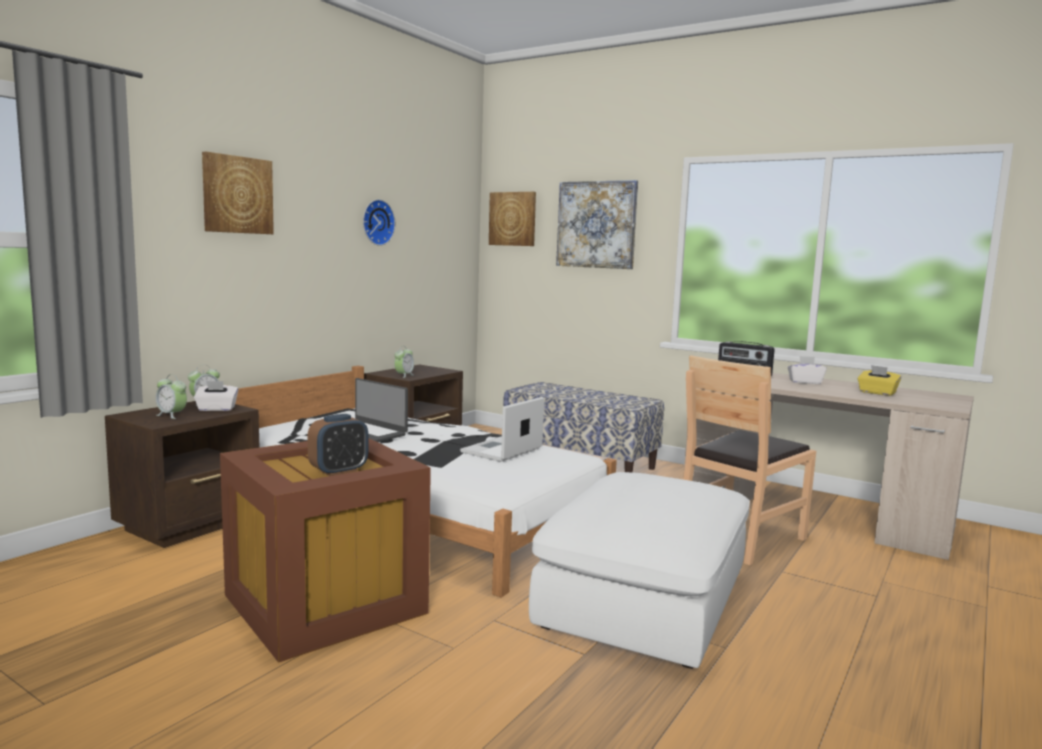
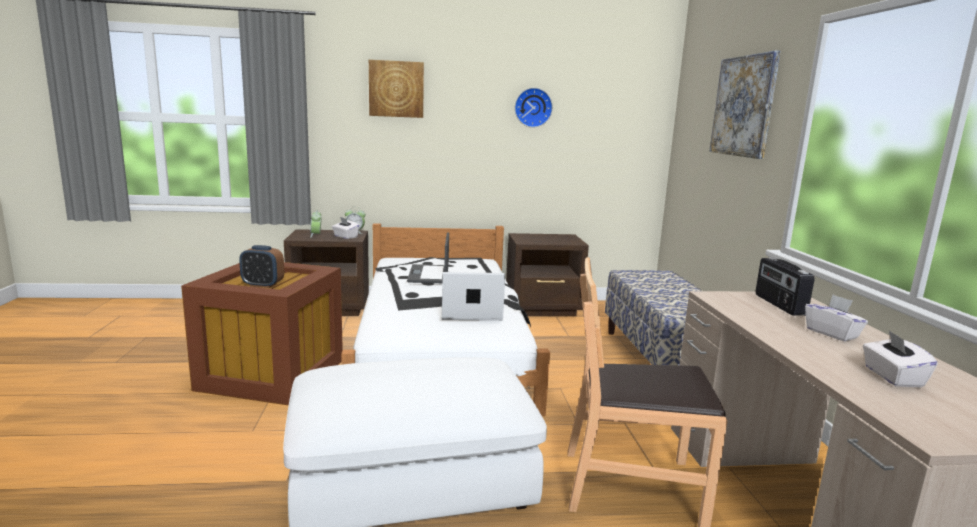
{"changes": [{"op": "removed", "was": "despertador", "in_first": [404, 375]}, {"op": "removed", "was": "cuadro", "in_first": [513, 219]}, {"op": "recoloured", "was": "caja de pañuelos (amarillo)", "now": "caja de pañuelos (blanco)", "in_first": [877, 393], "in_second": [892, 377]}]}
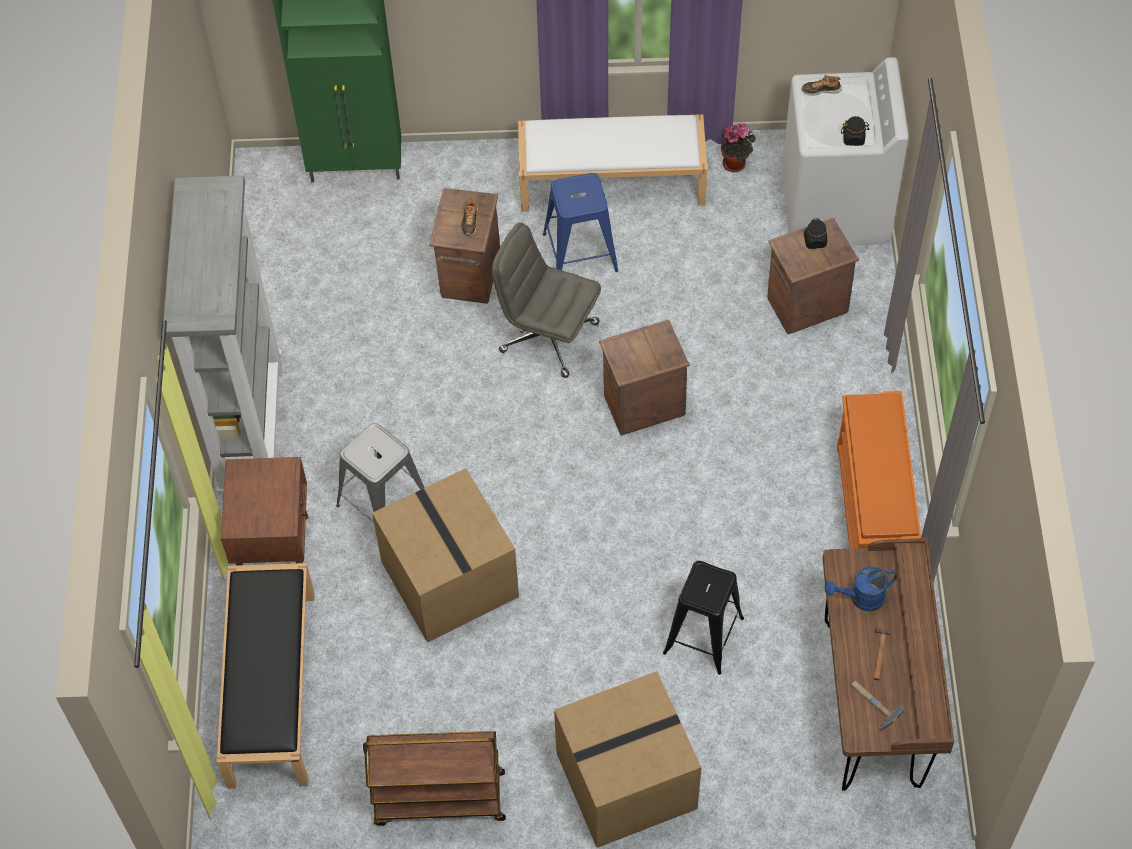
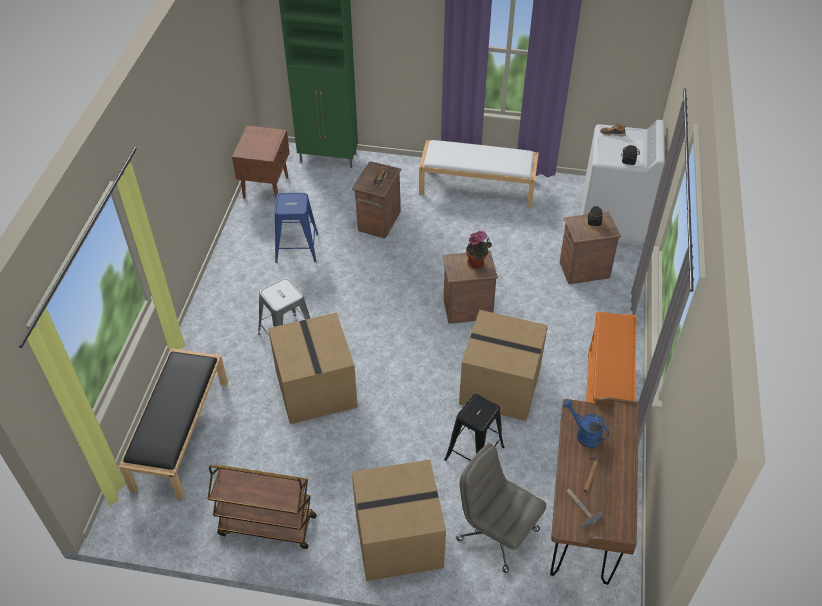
{"changes": [{"op": "removed", "was": "estantería (gris)", "in_first": [251, 431]}, {"op": "added", "now": "caja de cartón", "in_second": [499, 386]}, {"op": "moved", "was": "mesita de noche (marrón)", "in_first": [275, 546], "in_second": [266, 187]}, {"op": "moved", "was": "silla de oficina (gris)", "in_first": [547, 336], "in_second": [496, 534]}, {"op": "moved", "was": "taburete (azul)", "in_first": [580, 252], "in_second": [296, 248]}, {"op": "moved", "was": "planta en maceta", "in_first": [736, 163], "in_second": [477, 263]}, {"op": "turned", "was": "regadera (azul)", "in_first": [861, 598], "in_second": [584, 434], "clockwise": 45}]}
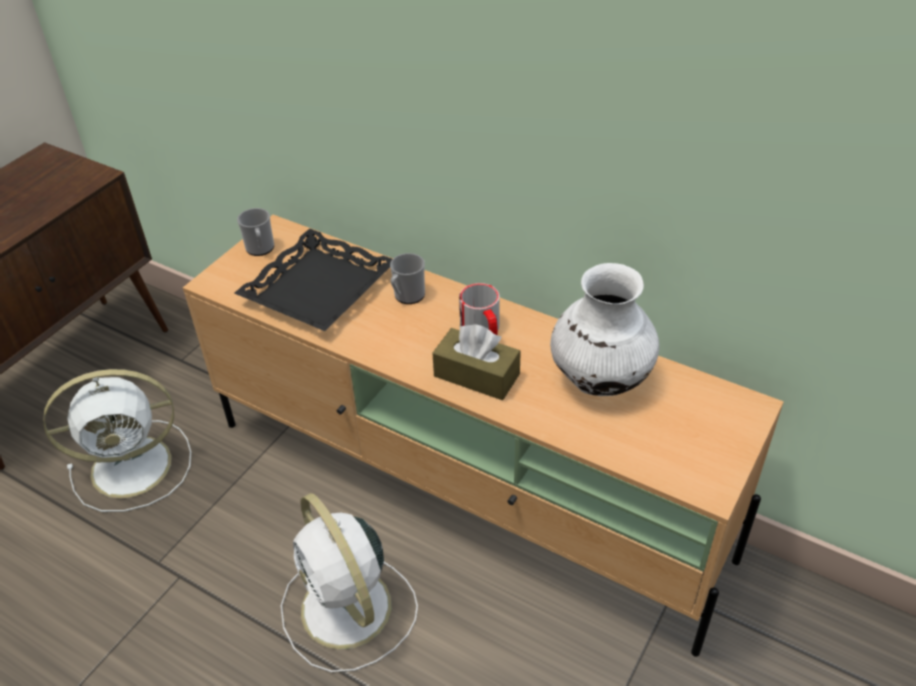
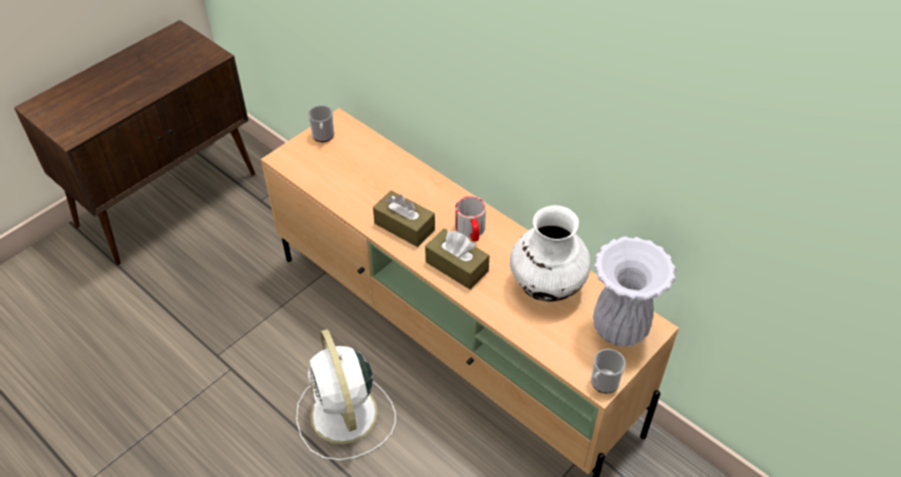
{"changes": [{"op": "removed", "was": "ventilador (blanco)", "in_first": [135, 465]}, {"op": "removed", "was": "bandeja (negro)", "in_first": [318, 288]}, {"op": "added", "now": "caja de pañuelos (marrón)", "in_second": [404, 226]}, {"op": "added", "now": "florero (blanco)", "in_second": [618, 328]}, {"op": "moved", "was": "taza grande", "in_first": [407, 296], "in_second": [602, 383]}]}
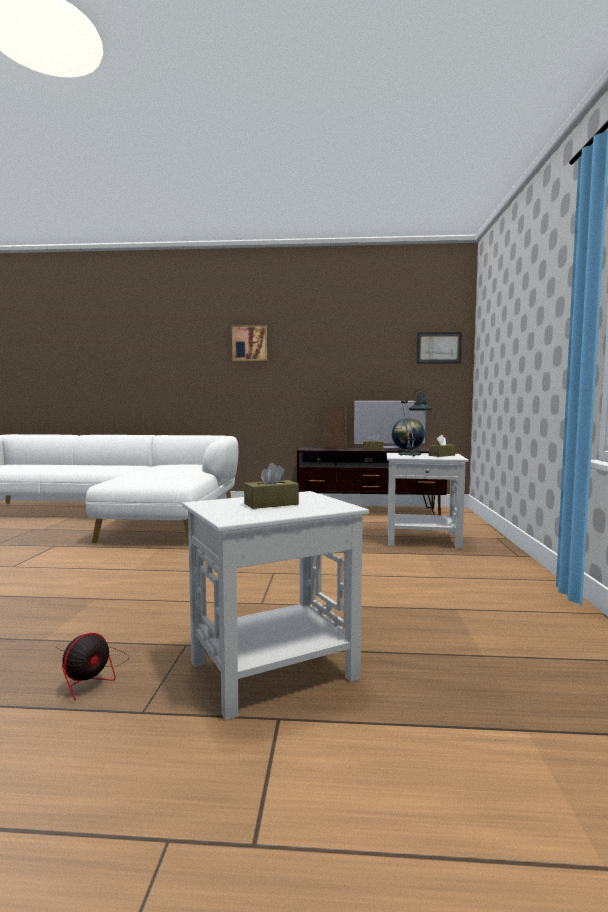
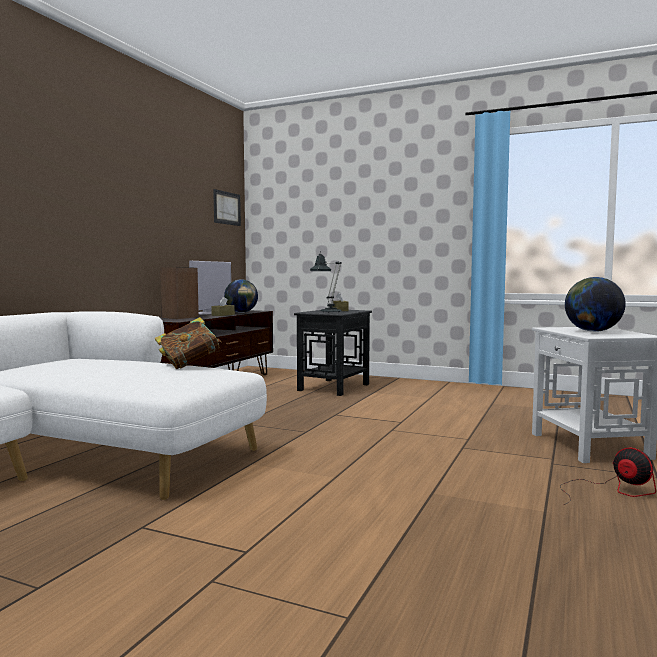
{"changes": [{"op": "removed", "was": "cuadro", "in_first": [249, 343]}, {"op": "added", "now": "libro", "in_second": [189, 365]}, {"op": "replaced", "was": "caja de pañuelos (marrón)", "now": "globo terráqueo", "in_first": [271, 504], "in_second": [592, 331]}, {"op": "recoloured", "was": "mesa auxiliar (blanco)", "now": "mesa auxiliar (negro)", "in_first": [423, 539], "in_second": [334, 387]}]}
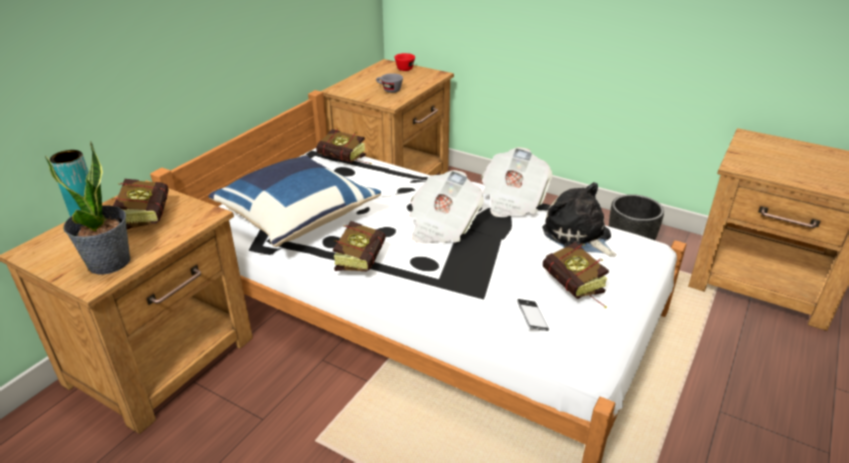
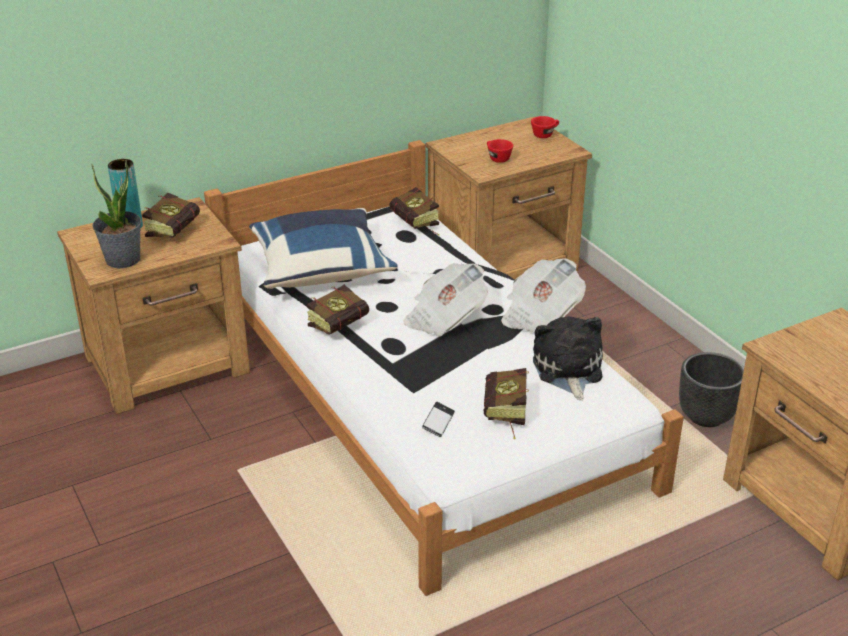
{"changes": [{"op": "recoloured", "was": "taza (gris)", "now": "taza (rojo)", "in_first": [389, 90], "in_second": [497, 158]}]}
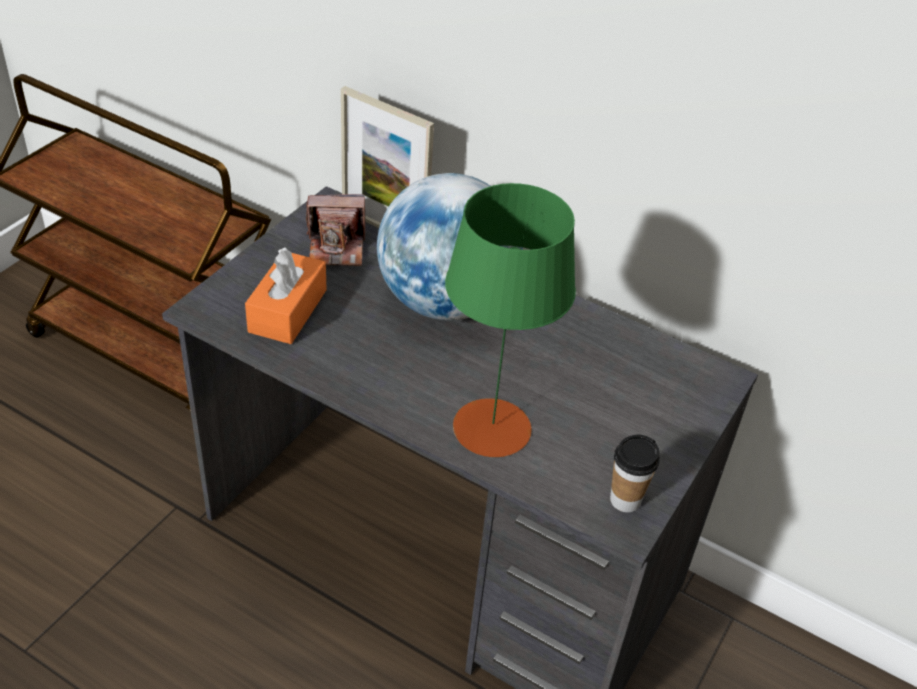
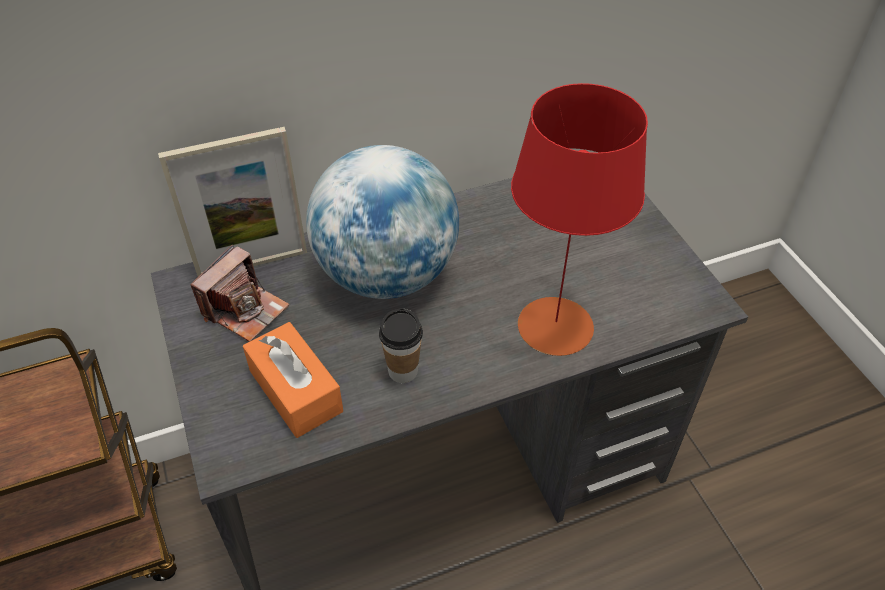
{"changes": [{"op": "moved", "was": "taza", "in_first": [625, 500], "in_second": [403, 371]}, {"op": "recoloured", "was": "lámpara de mesa (verde)", "now": "lámpara de mesa (rojo)", "in_first": [492, 427], "in_second": [555, 325]}]}
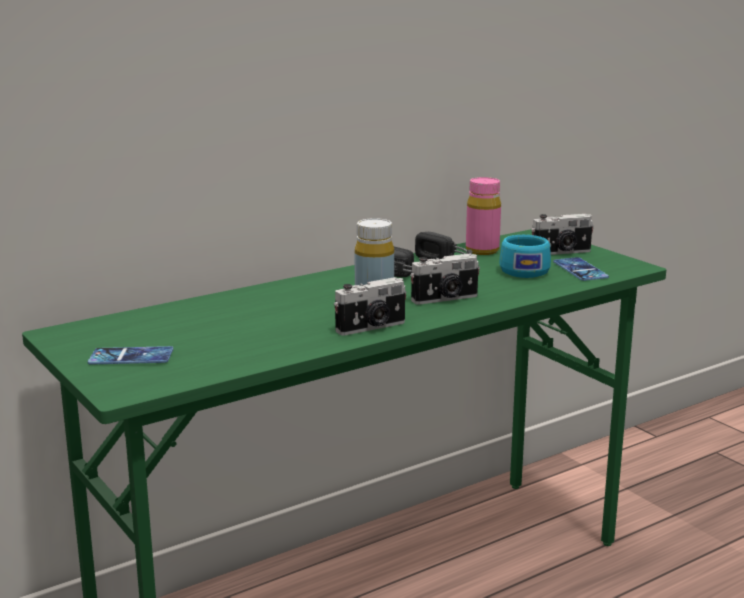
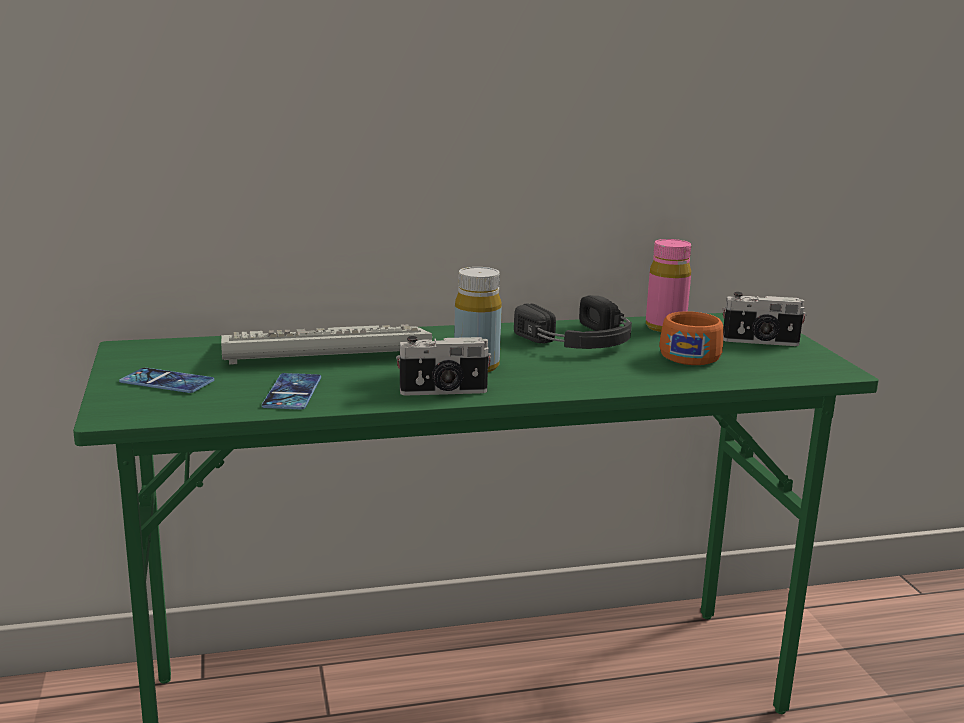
{"changes": [{"op": "removed", "was": "cámara", "in_first": [445, 299]}, {"op": "added", "now": "teclado", "in_second": [320, 351]}, {"op": "moved", "was": "móvil", "in_first": [580, 270], "in_second": [292, 392]}, {"op": "recoloured", "was": "taza (turquesa)", "now": "taza (naranja)", "in_first": [523, 270], "in_second": [691, 355]}]}
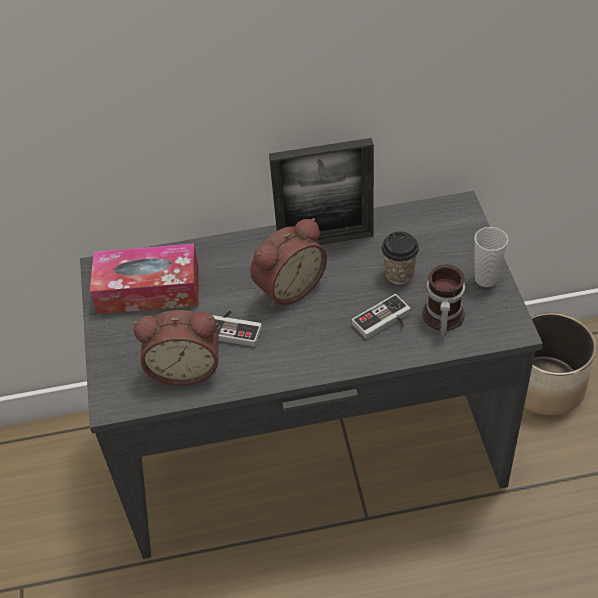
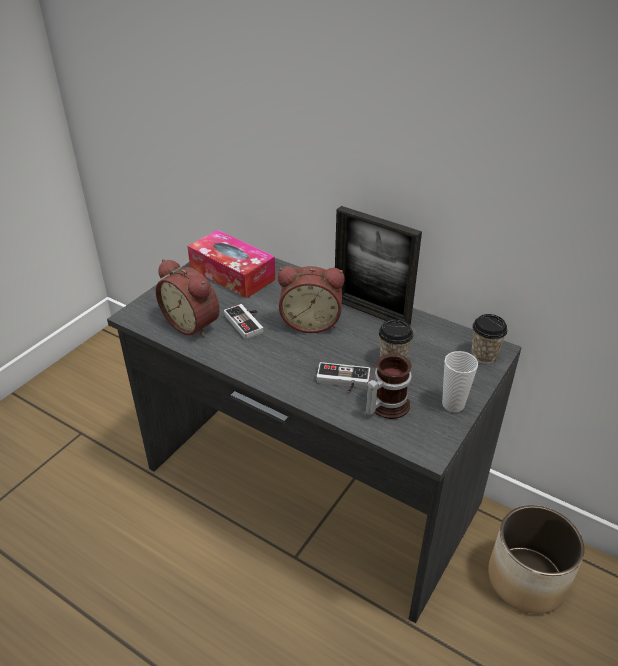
{"changes": [{"op": "added", "now": "taza", "in_second": [483, 355]}]}
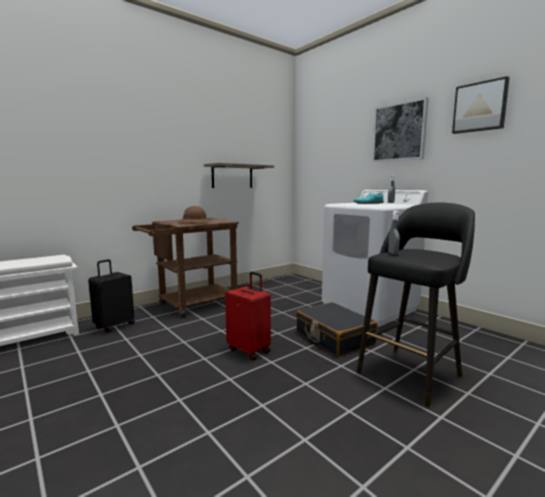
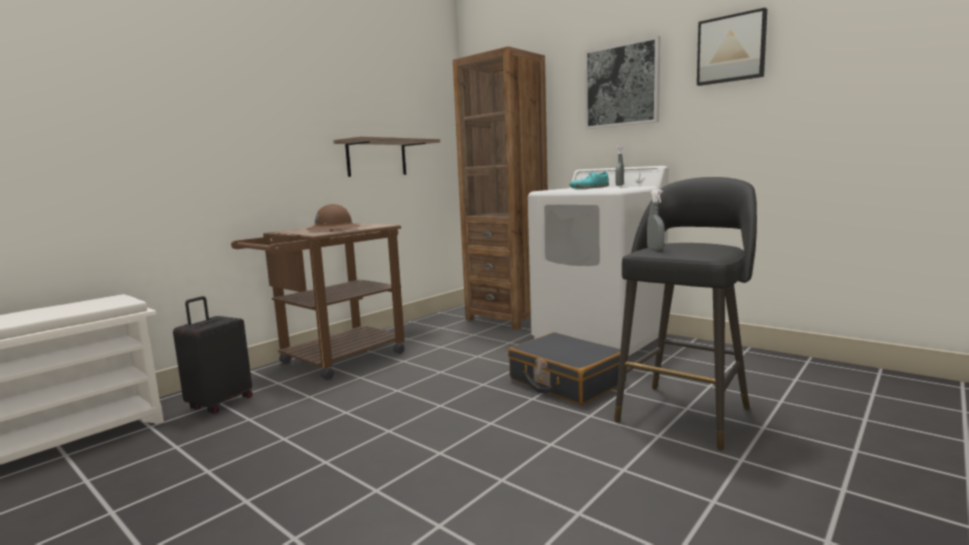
{"changes": [{"op": "removed", "was": "maleta (rojo)", "in_first": [249, 350]}, {"op": "added", "now": "estantería (marrón)", "in_second": [508, 318]}]}
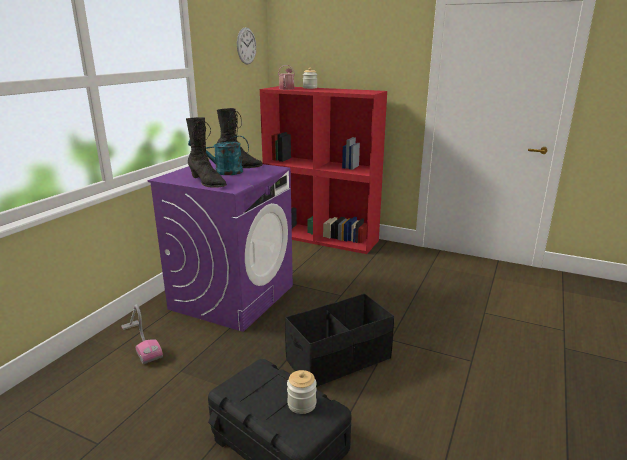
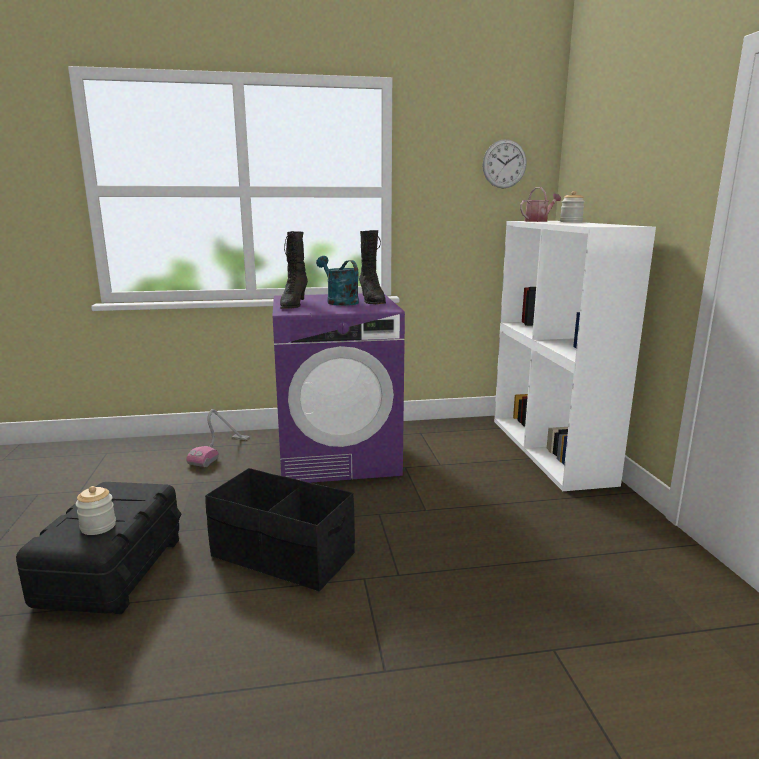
{"changes": [{"op": "recoloured", "was": "estantería (rojo)", "now": "estantería (blanco)", "in_first": [322, 237], "in_second": [551, 450]}]}
